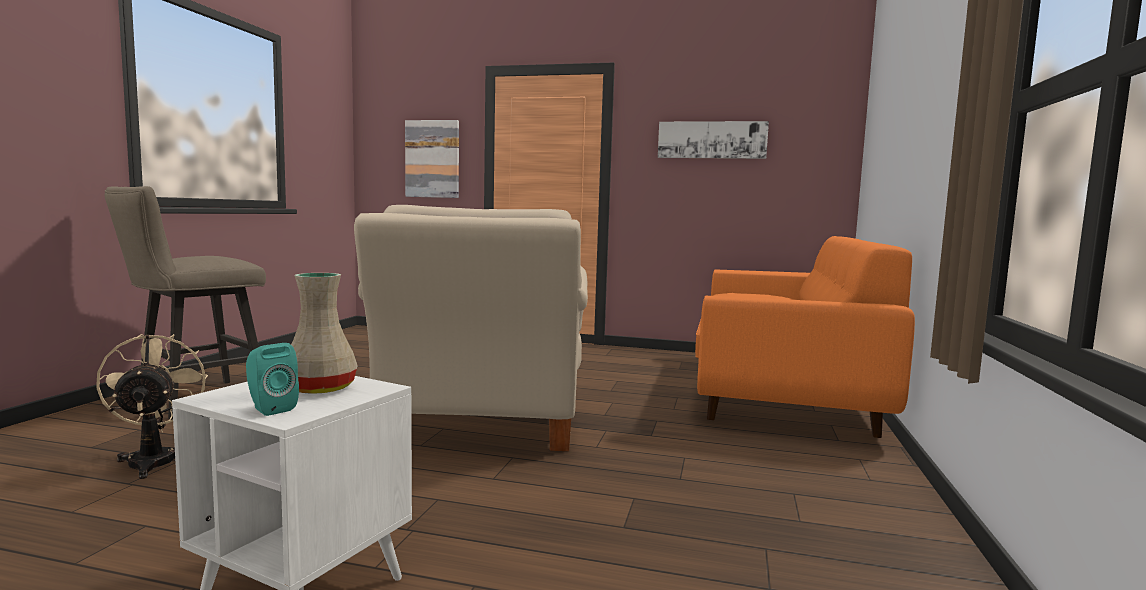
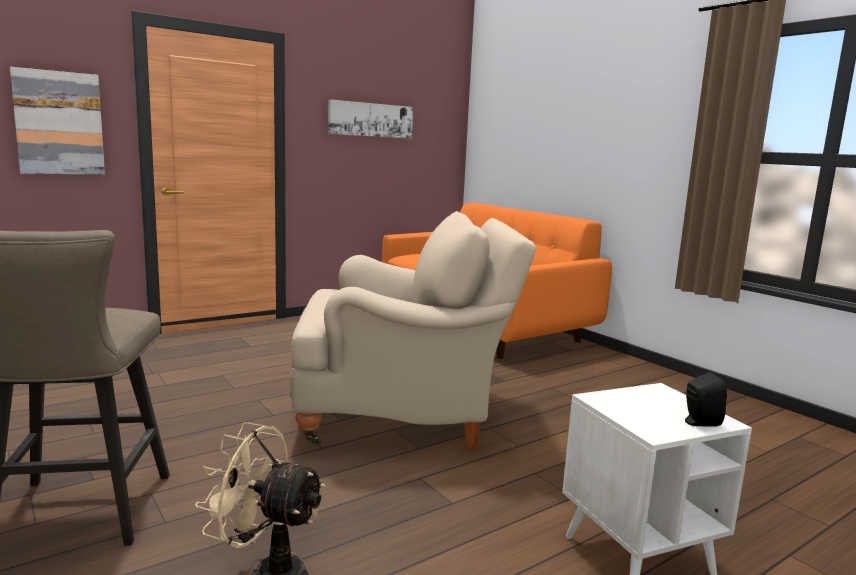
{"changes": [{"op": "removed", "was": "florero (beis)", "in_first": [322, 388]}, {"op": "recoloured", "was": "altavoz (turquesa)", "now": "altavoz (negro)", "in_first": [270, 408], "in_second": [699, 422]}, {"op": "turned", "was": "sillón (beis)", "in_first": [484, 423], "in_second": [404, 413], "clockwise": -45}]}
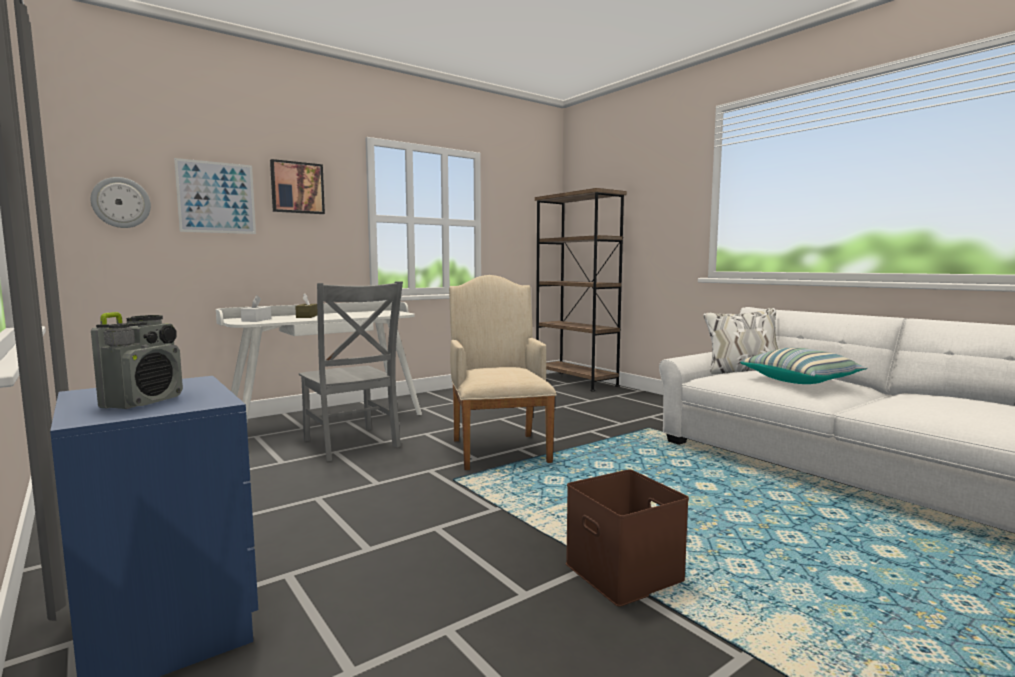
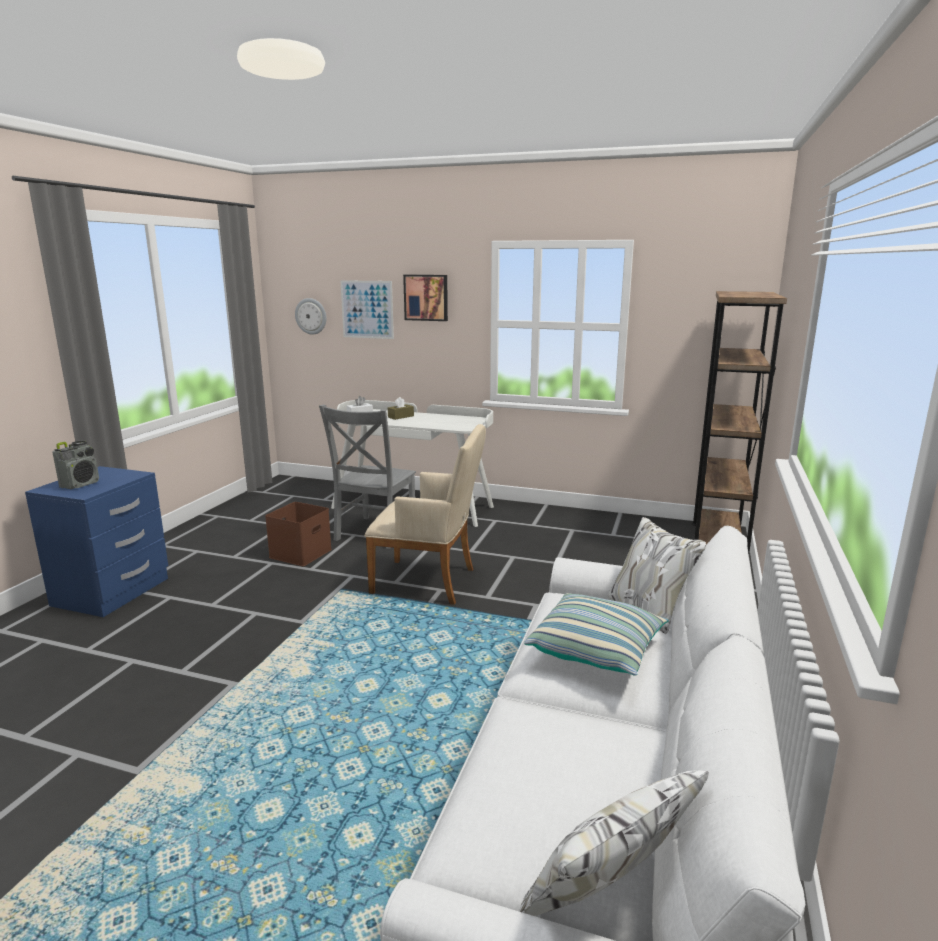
{"changes": [{"op": "moved", "was": "caja de almacenaje (marrón)", "in_first": [620, 572], "in_second": [300, 553]}, {"op": "turned", "was": "radio", "in_first": [144, 402], "in_second": [80, 484], "clockwise": -45}, {"op": "turned", "was": "sillón (beis)", "in_first": [499, 448], "in_second": [430, 582], "clockwise": 60}]}
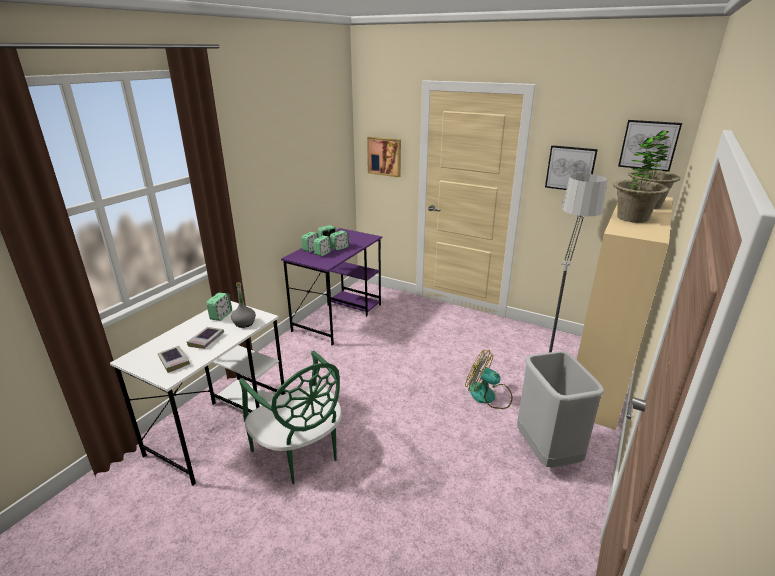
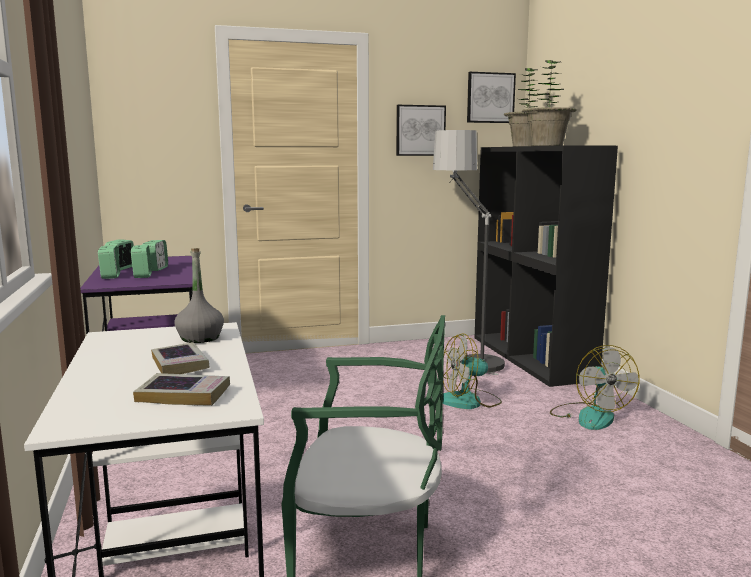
{"changes": [{"op": "removed", "was": "despertador", "in_first": [221, 316]}, {"op": "removed", "was": "cuadro", "in_first": [384, 156]}, {"op": "replaced", "was": "papelera (gris)", "now": "ventilador", "in_first": [547, 452], "in_second": [590, 416]}, {"op": "recoloured", "was": "estantería (beis)", "now": "estantería (negro)", "in_first": [601, 382], "in_second": [532, 357]}]}
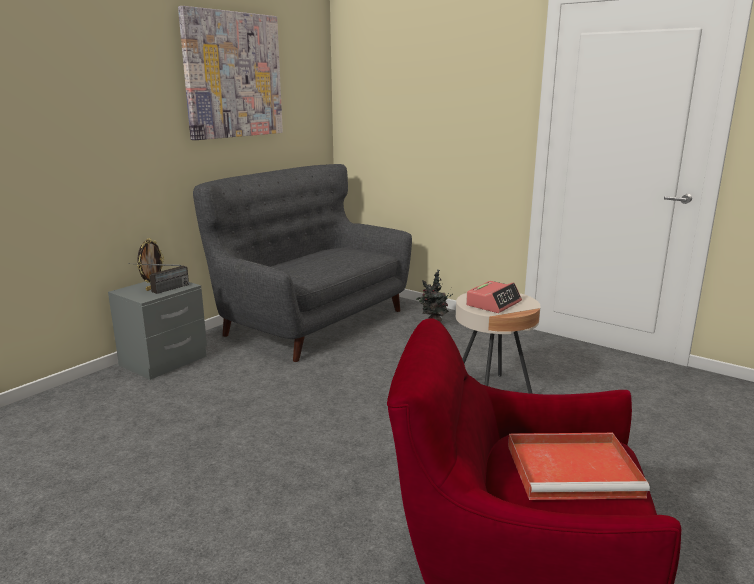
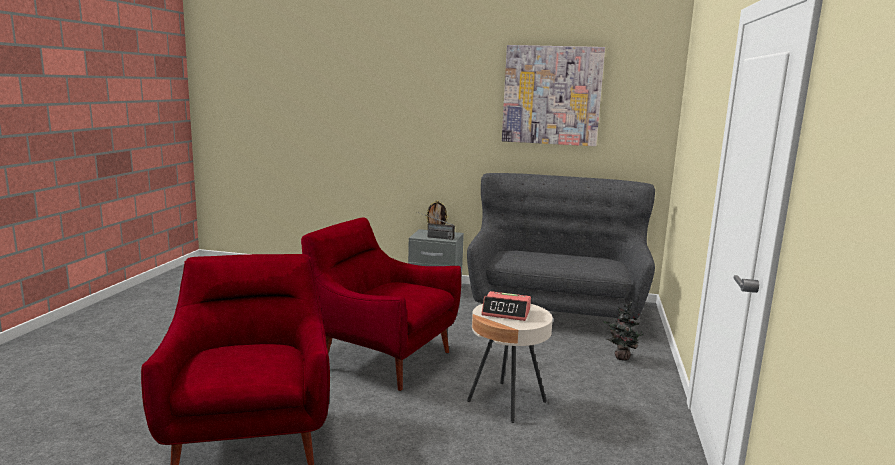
{"changes": [{"op": "removed", "was": "bandeja (rojo)", "in_first": [575, 470]}, {"op": "added", "now": "sillón (rojo)", "in_second": [381, 358]}]}
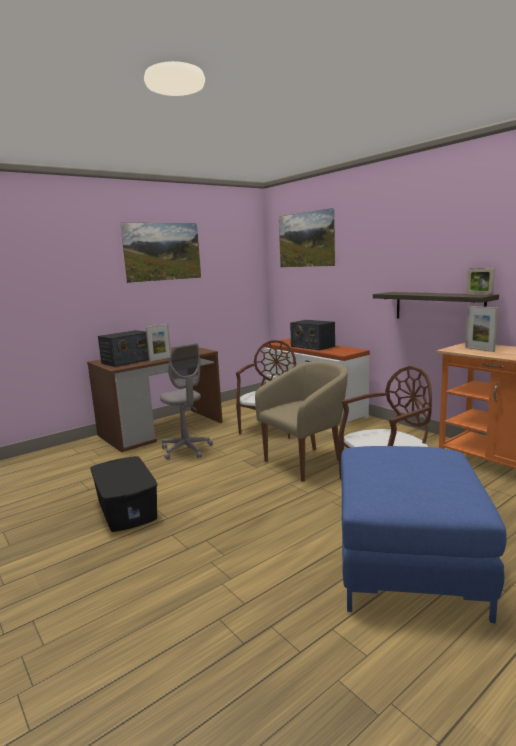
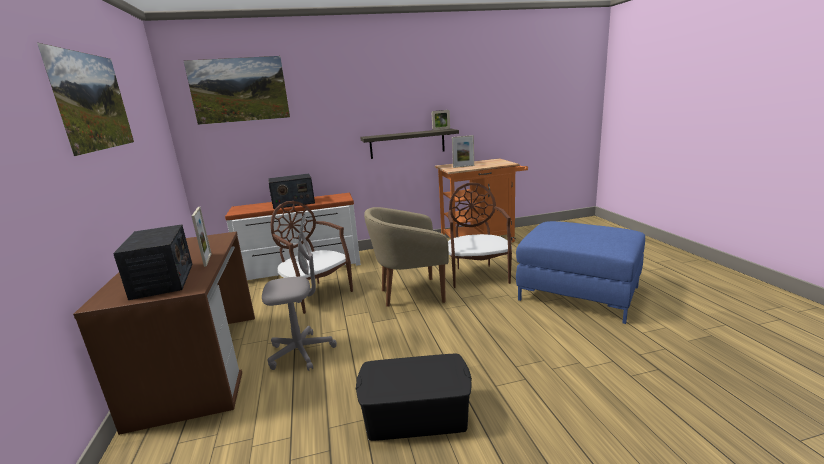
{"changes": [{"op": "turned", "was": "sillón (beis)", "in_first": [306, 461], "in_second": [410, 294], "clockwise": -90}]}
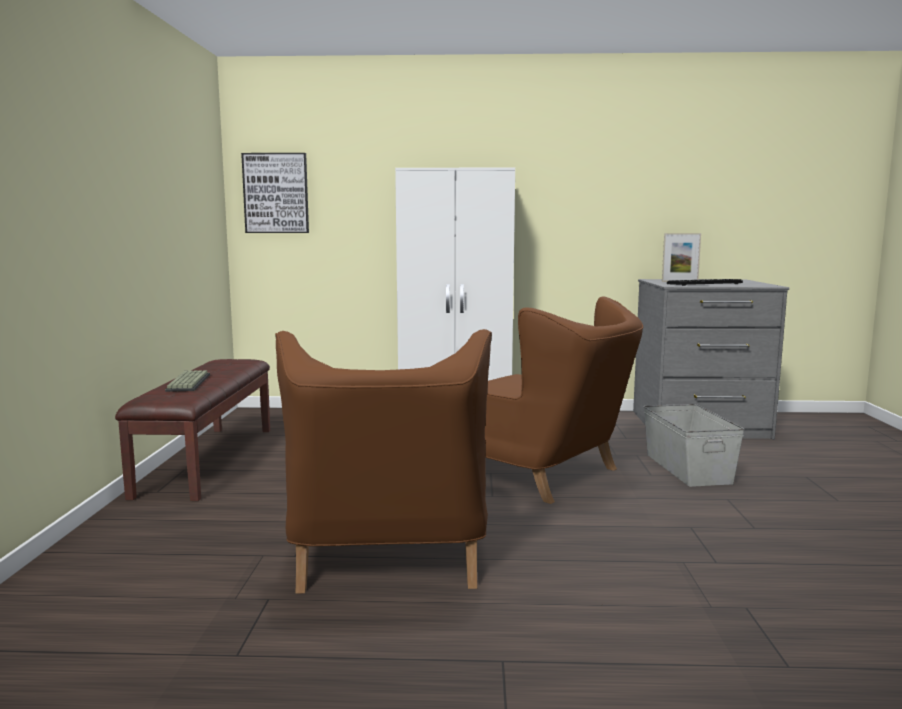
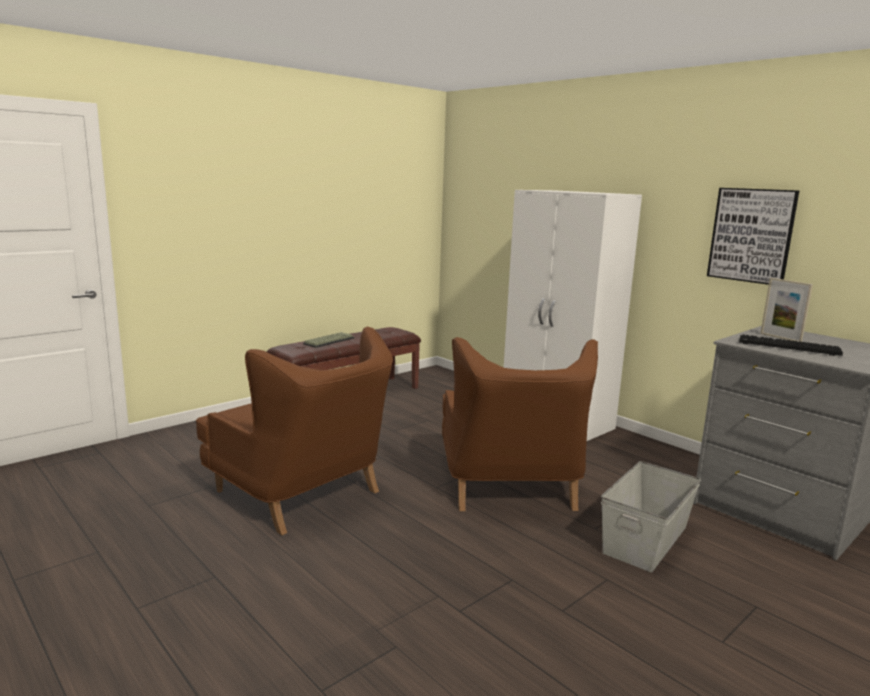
{"changes": [{"op": "moved", "was": "cuadro", "in_first": [276, 193], "in_second": [751, 235]}, {"op": "turned", "was": "sillón (marrón)", "in_first": [389, 554], "in_second": [300, 493], "clockwise": -90}]}
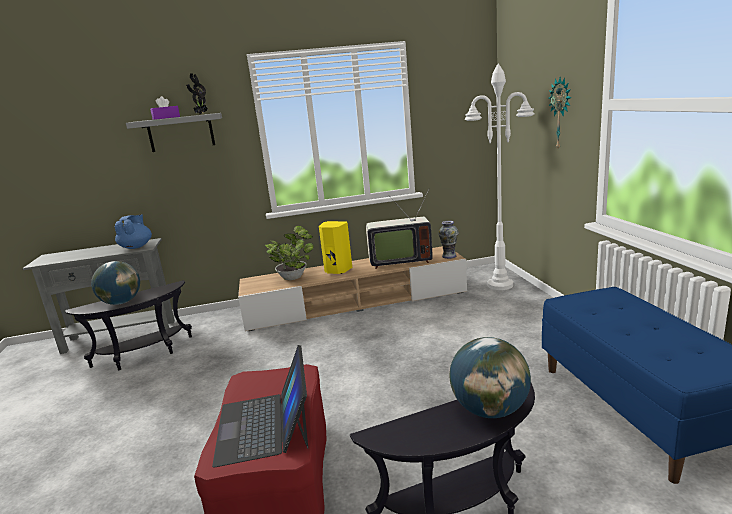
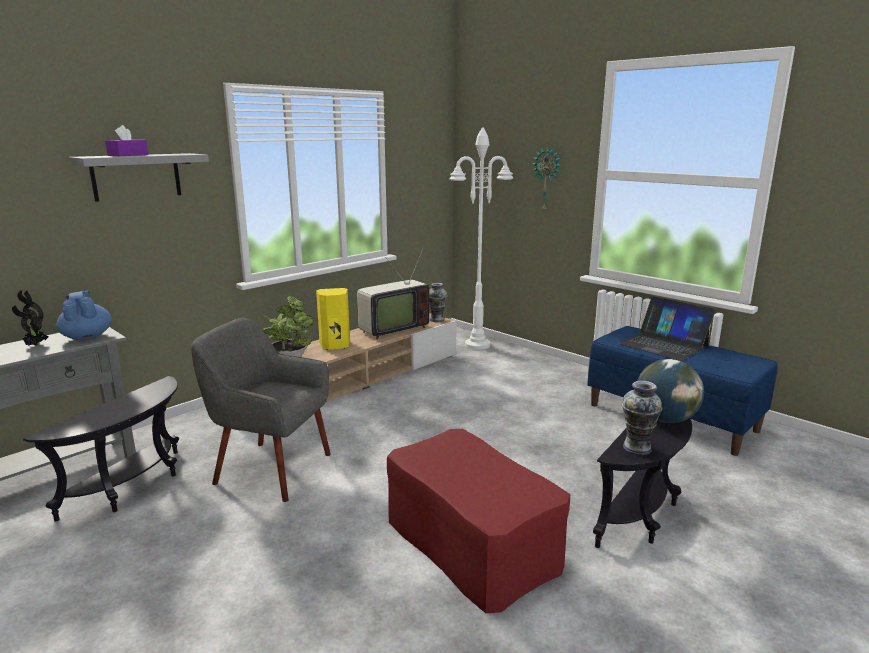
{"changes": [{"op": "removed", "was": "globo terráqueo", "in_first": [121, 302]}, {"op": "added", "now": "sillón (gris)", "in_second": [271, 469]}, {"op": "added", "now": "florero", "in_second": [637, 448]}, {"op": "moved", "was": "planta en maceta", "in_first": [201, 114], "in_second": [35, 345]}, {"op": "moved", "was": "portátil", "in_first": [265, 425], "in_second": [663, 345]}]}
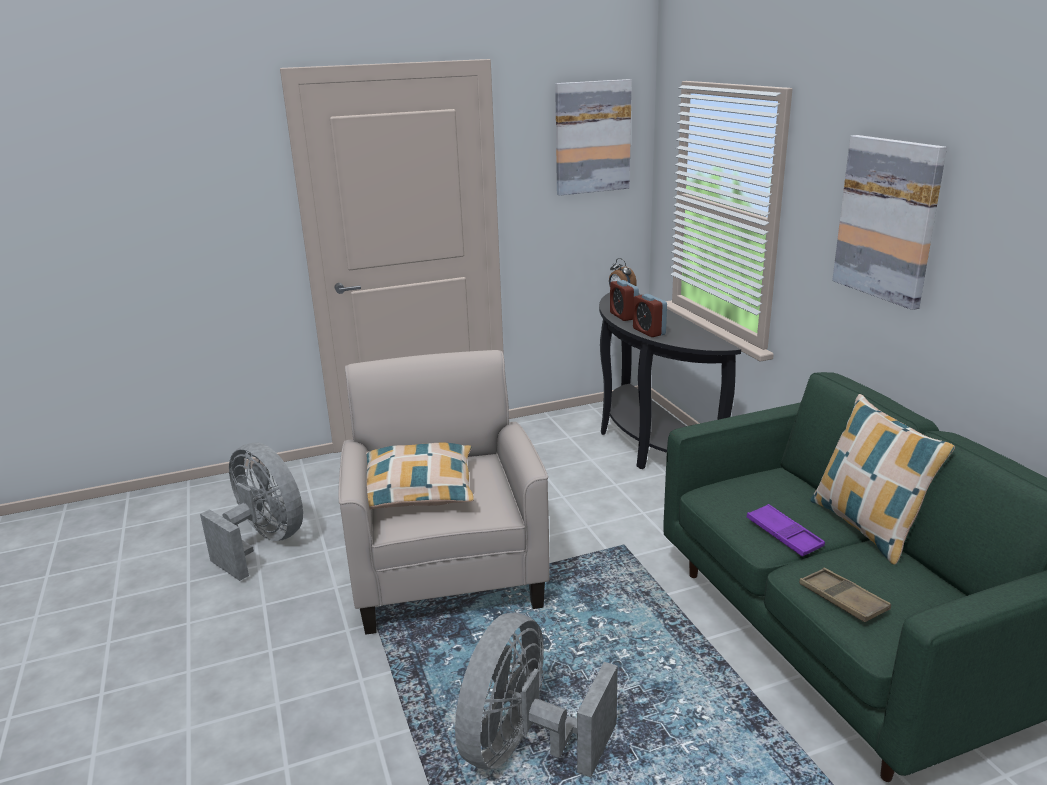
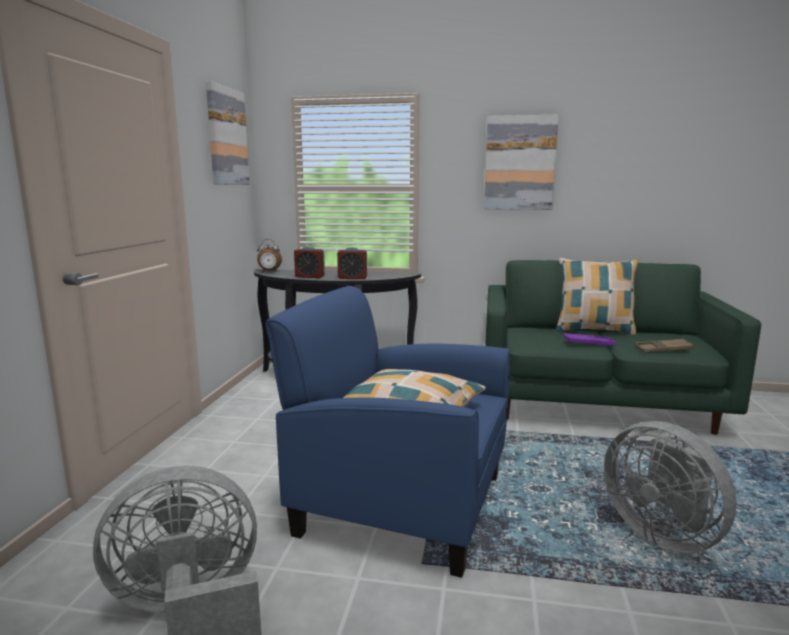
{"changes": [{"op": "recoloured", "was": "sillón (beis)", "now": "sillón (azul)", "in_first": [447, 569], "in_second": [399, 503]}]}
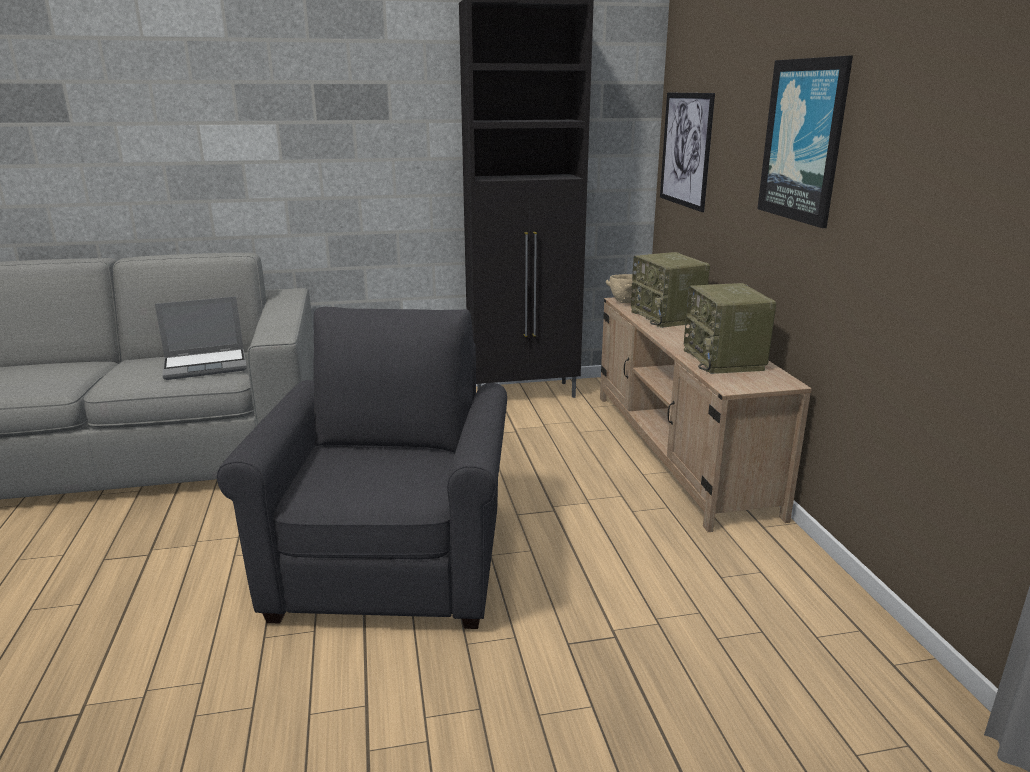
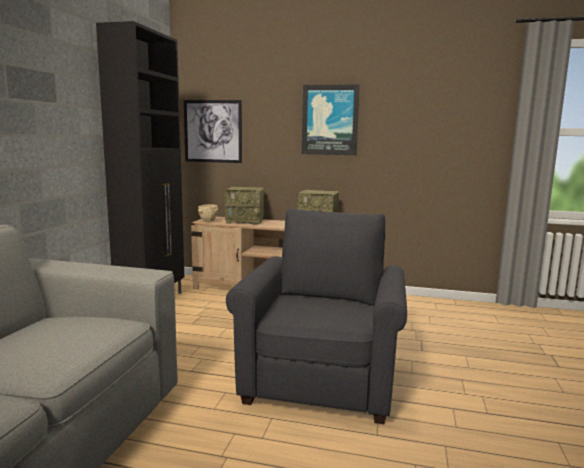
{"changes": [{"op": "removed", "was": "portátil", "in_first": [207, 365]}, {"op": "turned", "was": "sillón (gris)", "in_first": [393, 563], "in_second": [323, 378], "clockwise": 75}]}
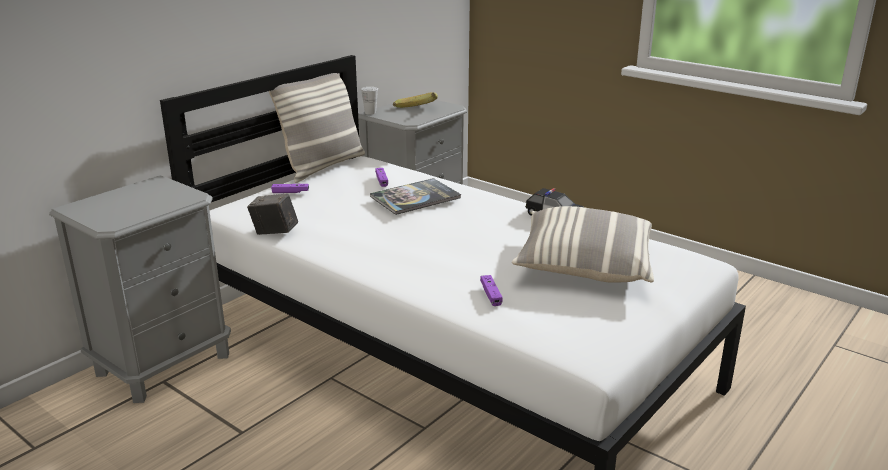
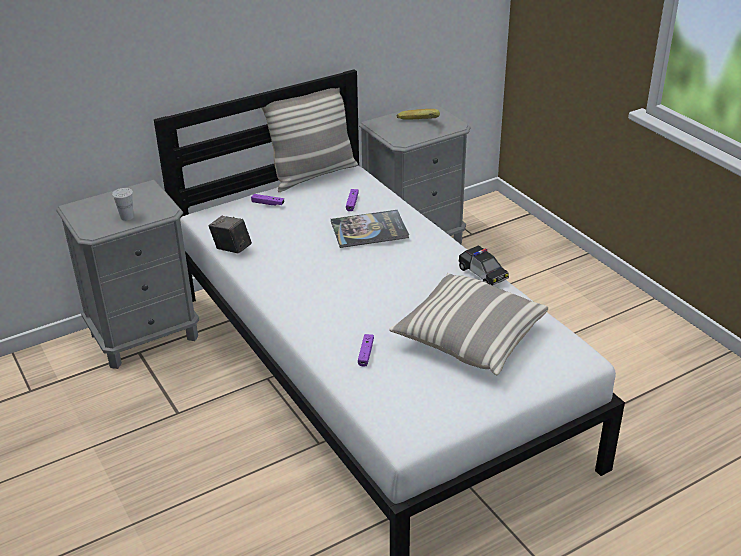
{"changes": [{"op": "moved", "was": "taza (blanco)", "in_first": [370, 113], "in_second": [127, 217]}]}
